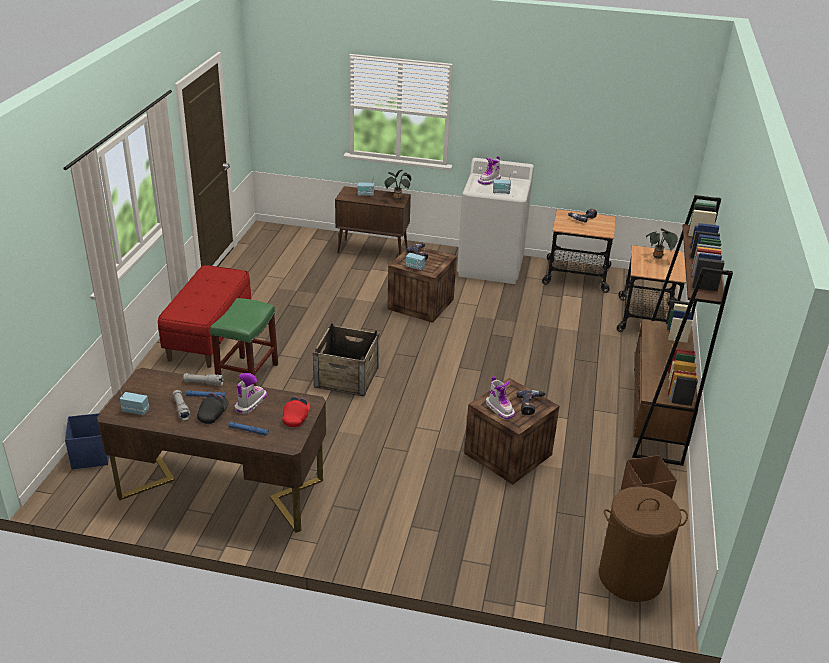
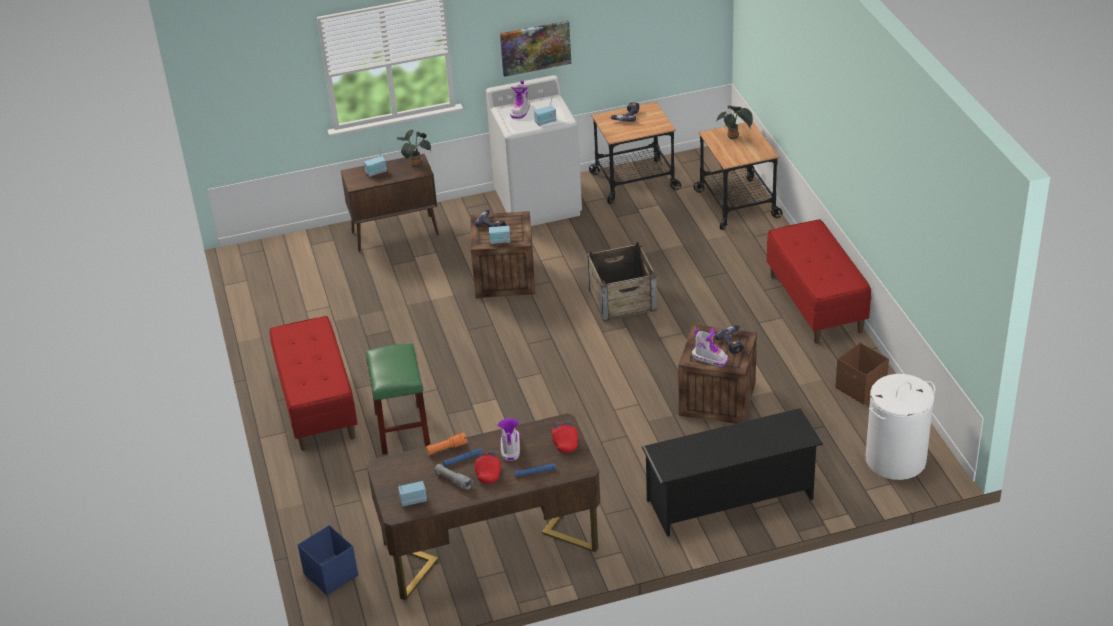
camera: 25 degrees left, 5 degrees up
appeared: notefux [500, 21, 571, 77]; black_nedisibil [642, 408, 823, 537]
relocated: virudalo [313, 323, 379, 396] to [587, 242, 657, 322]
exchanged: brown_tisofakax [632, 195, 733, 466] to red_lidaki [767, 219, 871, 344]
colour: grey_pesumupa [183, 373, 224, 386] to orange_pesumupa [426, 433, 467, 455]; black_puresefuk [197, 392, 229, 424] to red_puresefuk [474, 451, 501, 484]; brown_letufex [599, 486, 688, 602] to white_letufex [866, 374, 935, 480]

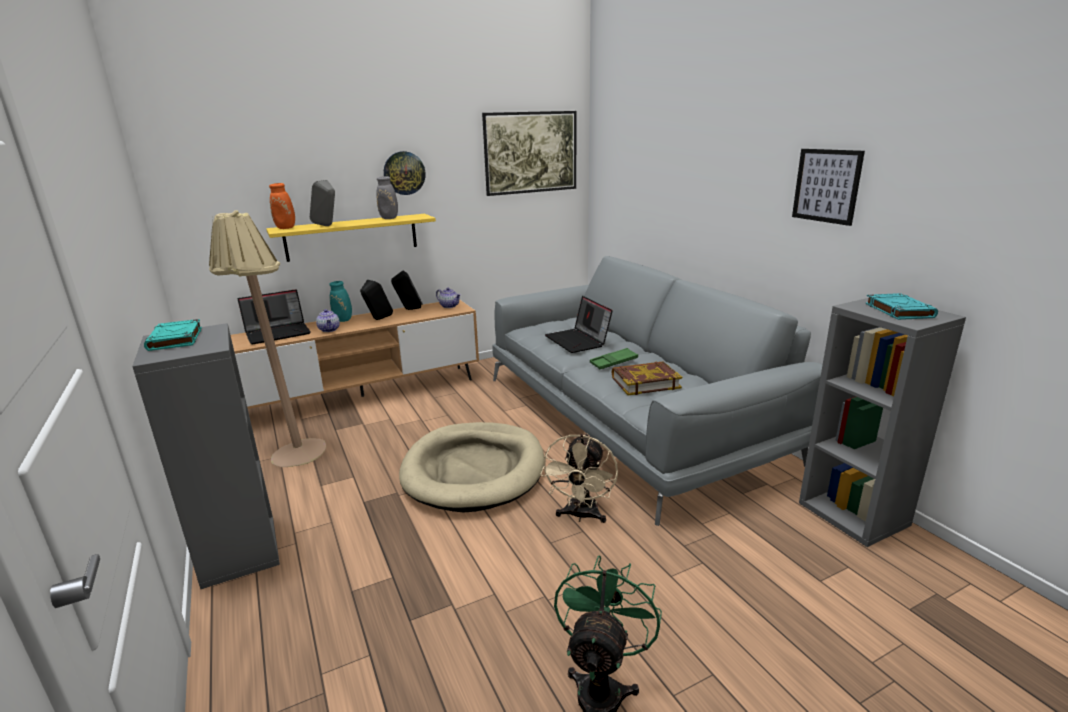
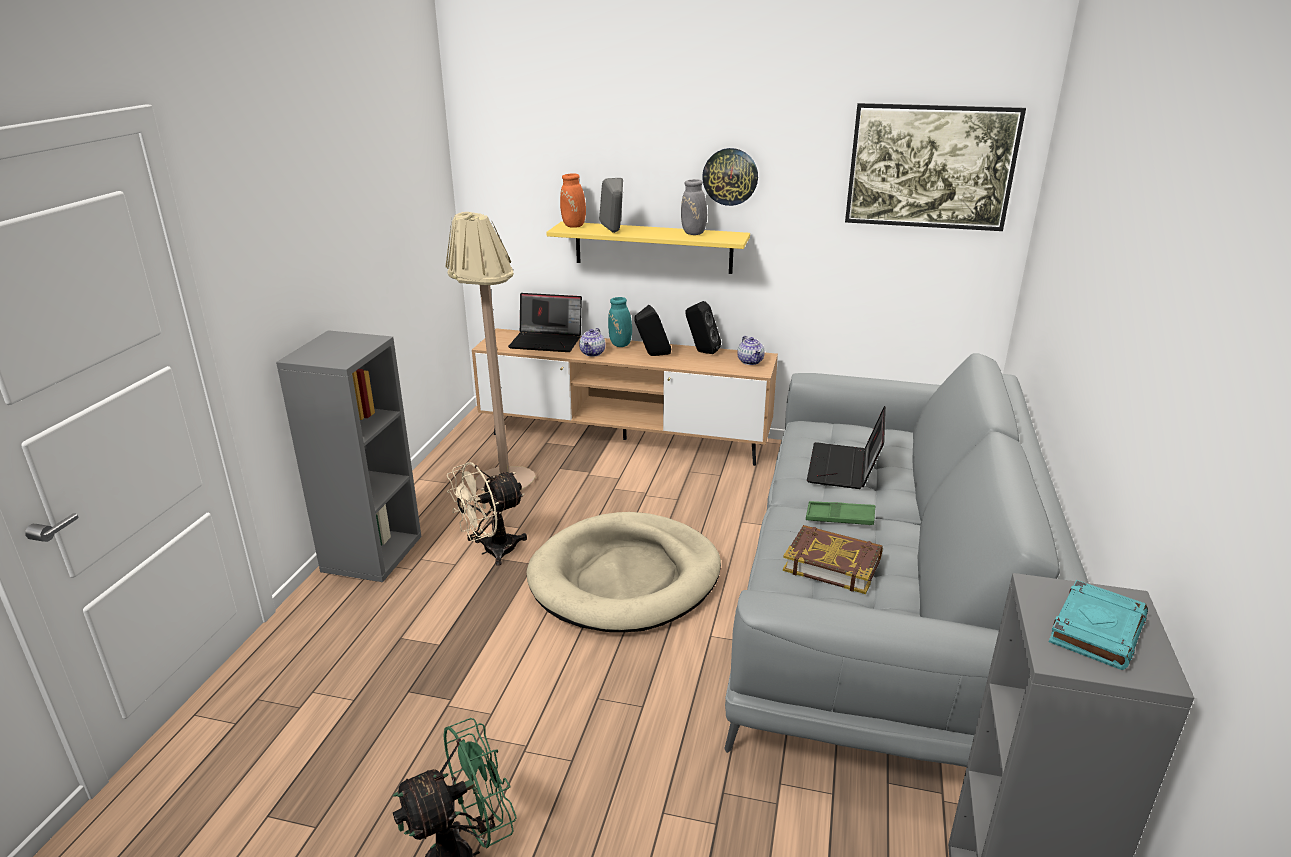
camera: 40 degrees right, 5 degrees up
missing: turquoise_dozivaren [144, 319, 202, 351]; notefux [792, 149, 865, 226]
relocated: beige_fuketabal [540, 434, 618, 523] to [447, 462, 527, 566]

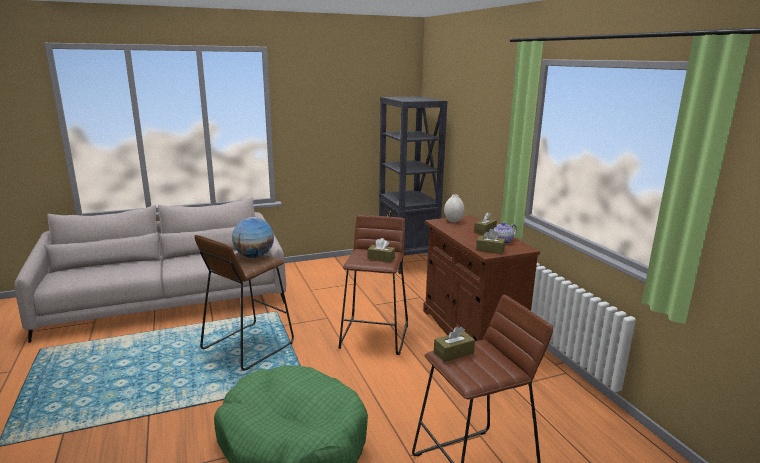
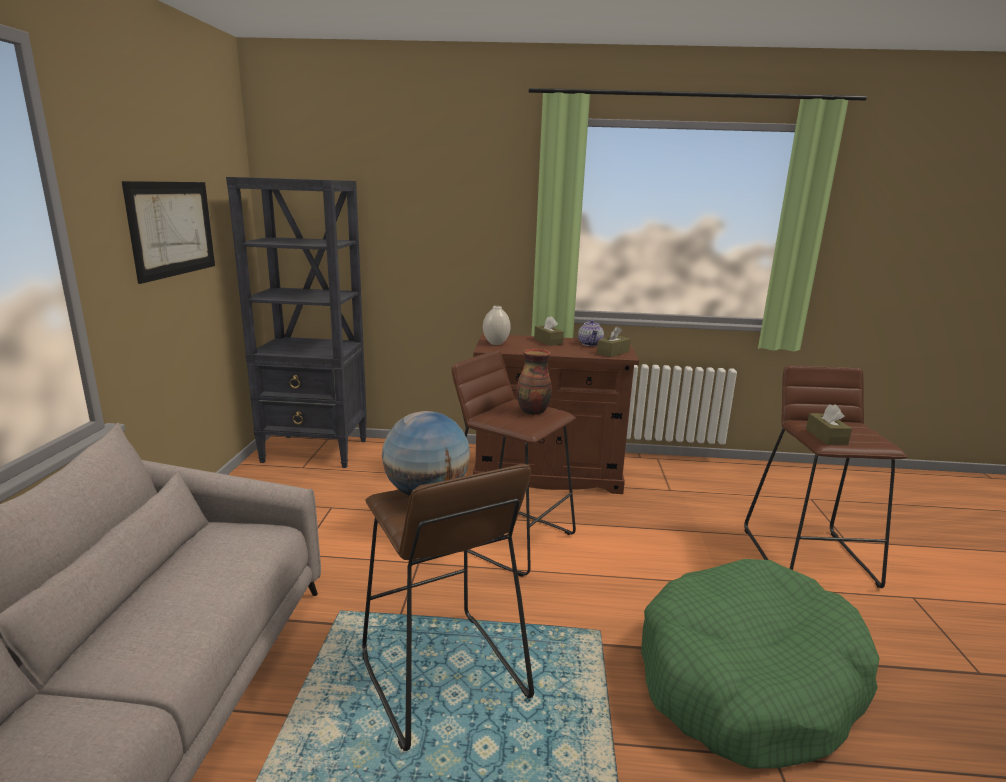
camera: 65 degrees left, 0 degrees up
appeared: notefux [122, 181, 215, 284]
exchanged: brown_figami [368, 238, 395, 262] to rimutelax [516, 349, 552, 415]

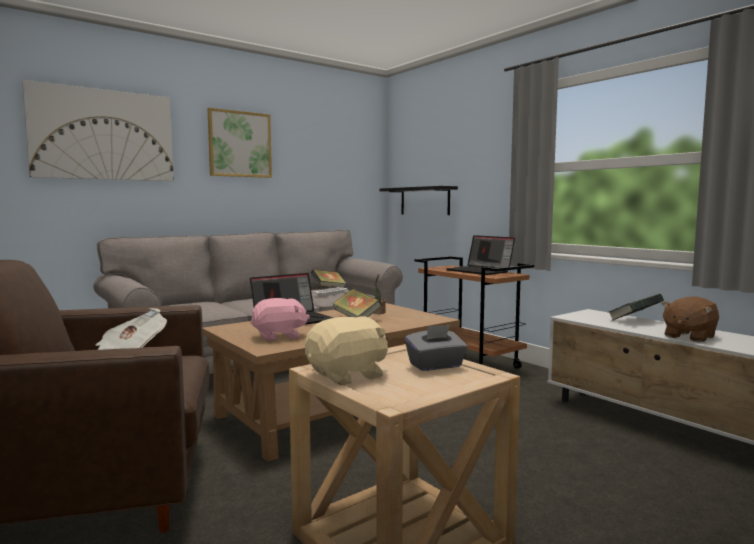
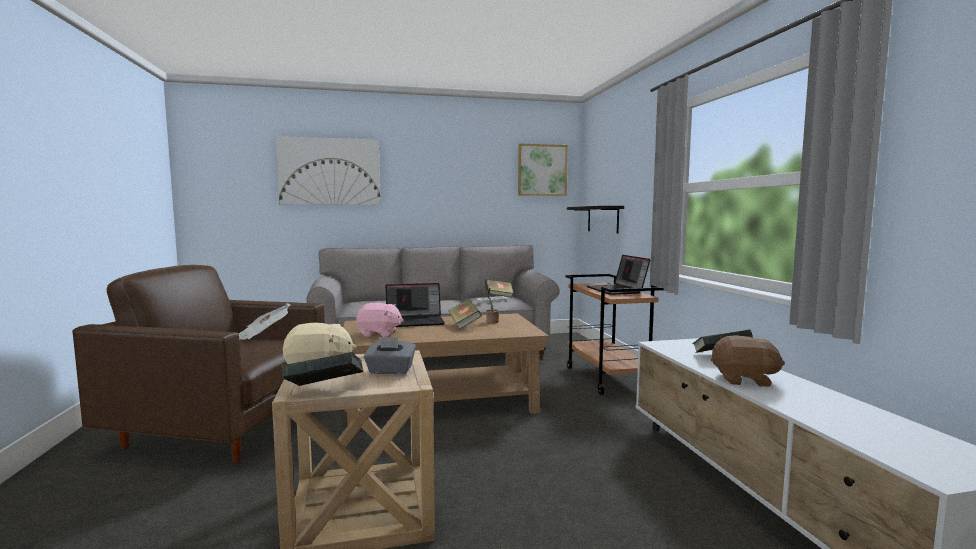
camera: 25 degrees right, 0 degrees up
appeared: dozivaren [282, 352, 364, 386]
relocated: notefux [207, 108, 272, 178] to [518, 143, 568, 196]
spun: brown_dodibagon [661, 296, 719, 342] = [711, 336, 785, 387] 150 degrees counterclockwise

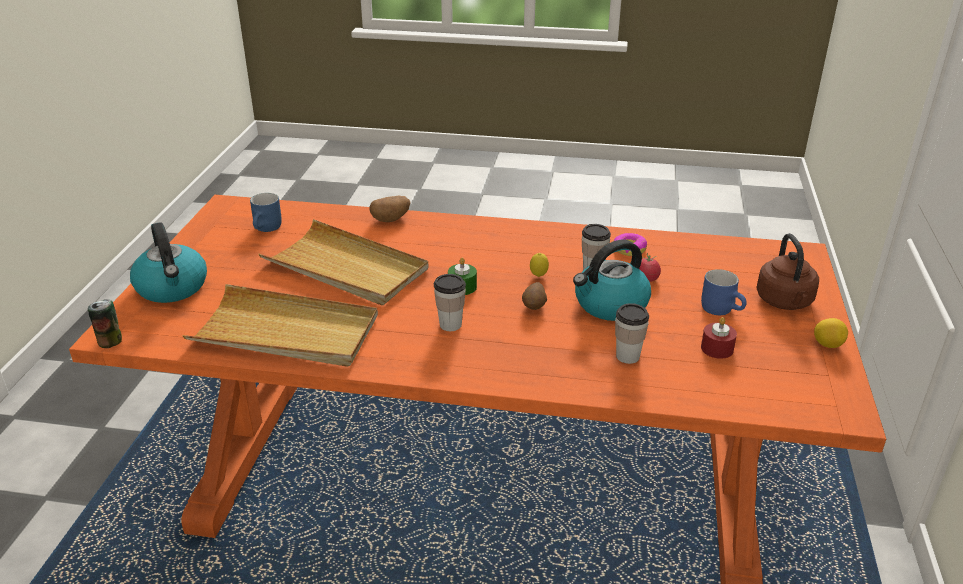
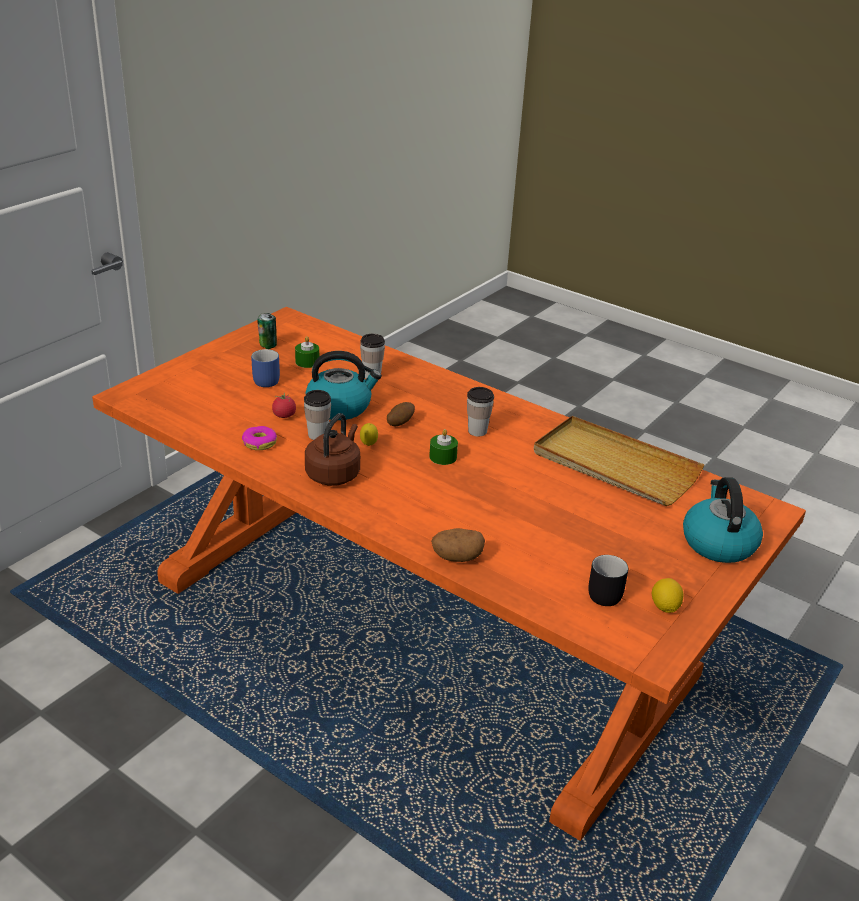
camera: 155 degrees left, 0 degrees up
missing: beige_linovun [258, 219, 429, 305]
relocated: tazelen [88, 299, 122, 348] to [257, 313, 277, 349]; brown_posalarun [756, 233, 819, 310] to [305, 413, 360, 486]; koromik [814, 318, 848, 348] to [652, 578, 683, 613]
colour: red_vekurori [701, 317, 737, 359] to green_vekurori [295, 336, 319, 368]; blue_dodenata [250, 193, 282, 232] to black_dodenata [588, 555, 628, 606]

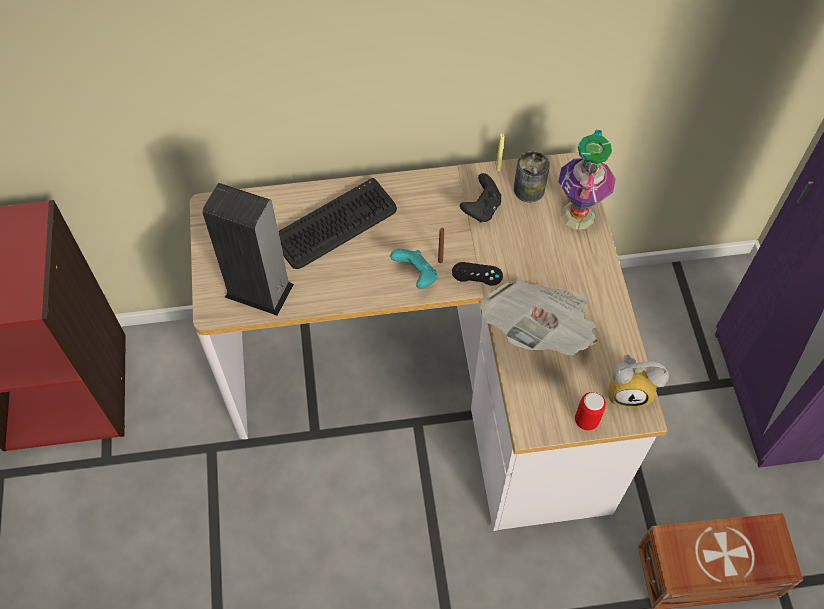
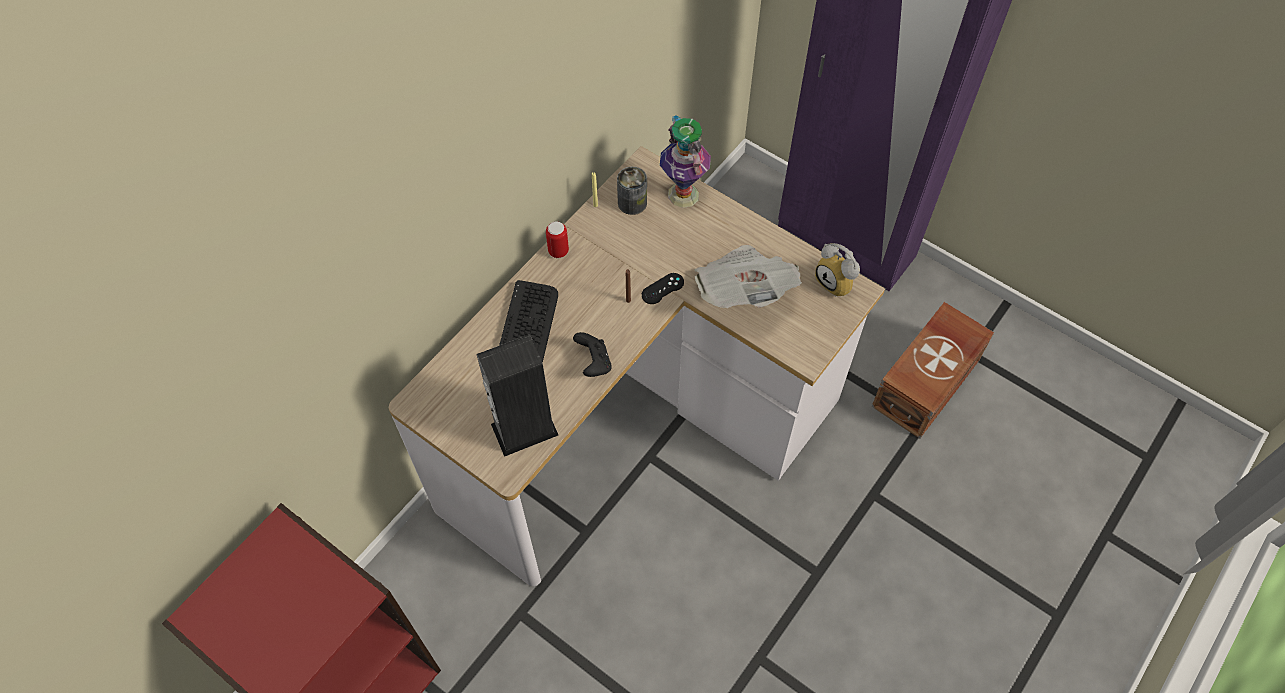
camera: 45 degrees left, 0 degrees up
missing: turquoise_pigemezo [390, 249, 438, 289]
relocated: tazelen [575, 392, 606, 430] to [546, 221, 569, 258]; black_pigemezo [460, 173, 501, 222] to [573, 332, 612, 377]
spun: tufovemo [608, 355, 669, 407] = [815, 243, 860, 297] 90 degrees clockwise

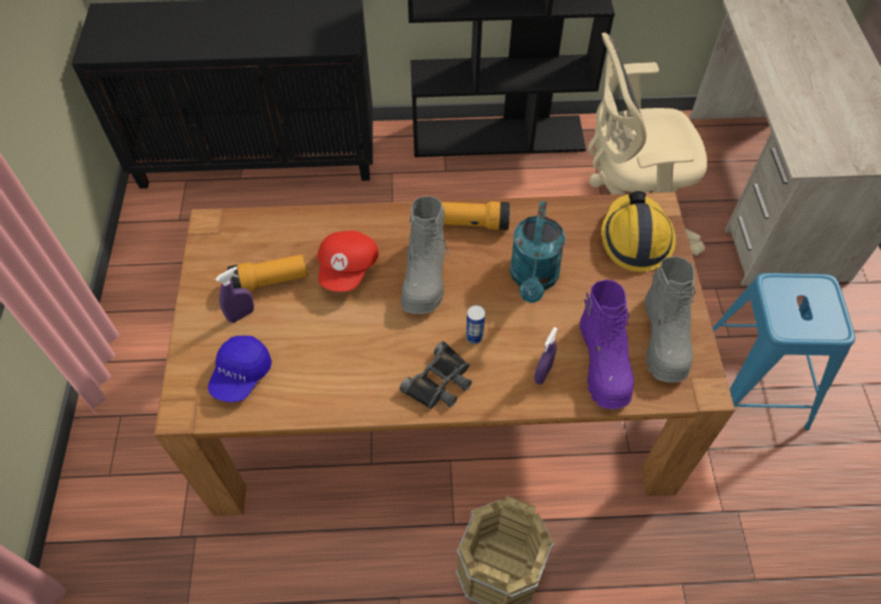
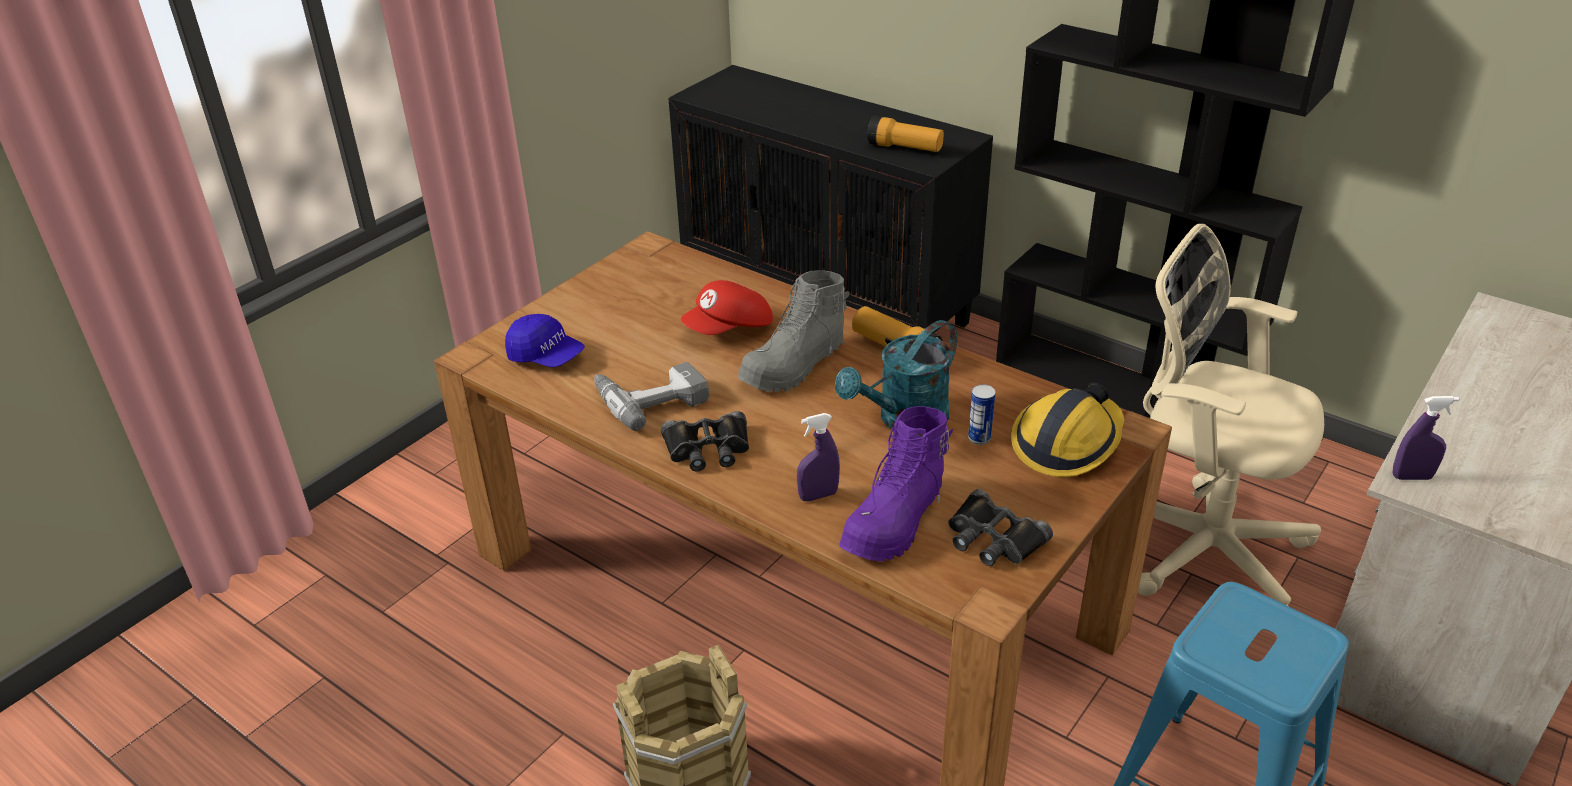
camera: 40 degrees right, 20 degrees down
appeared: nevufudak [594, 362, 709, 431]
relocated: pesumupa [227, 254, 308, 292] to [867, 116, 944, 152]; tazelen [466, 305, 485, 344] to [968, 384, 995, 445]; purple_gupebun [216, 267, 254, 323] to [1392, 396, 1459, 480]
exchanged: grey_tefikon [645, 256, 696, 383] to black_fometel [948, 489, 1053, 566]
spun: blue_puresefuk [208, 336, 272, 402] = [505, 314, 585, 367] 120 degrees counterclockwise

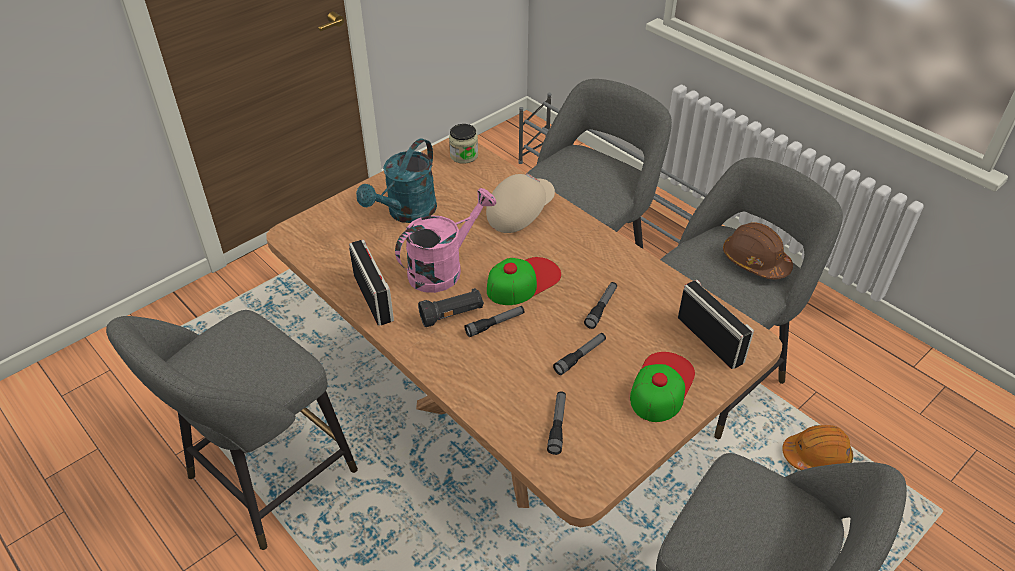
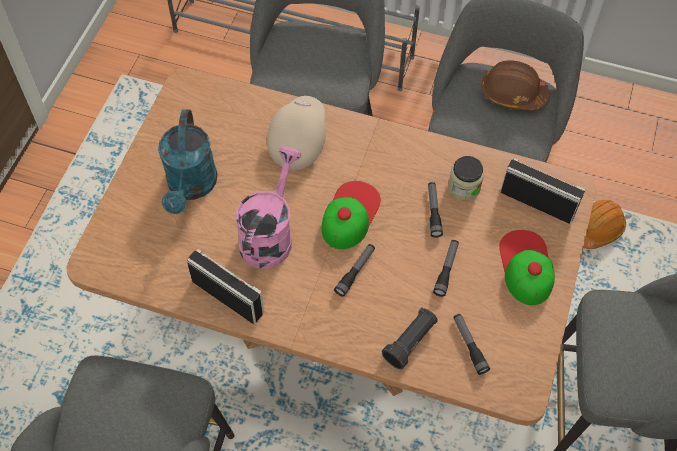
camera: 30 degrees left, 15 degrees up
relocated: black_pesumupa [418, 288, 484, 327] to [382, 307, 438, 369]; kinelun [449, 124, 478, 164] to [448, 156, 484, 200]

